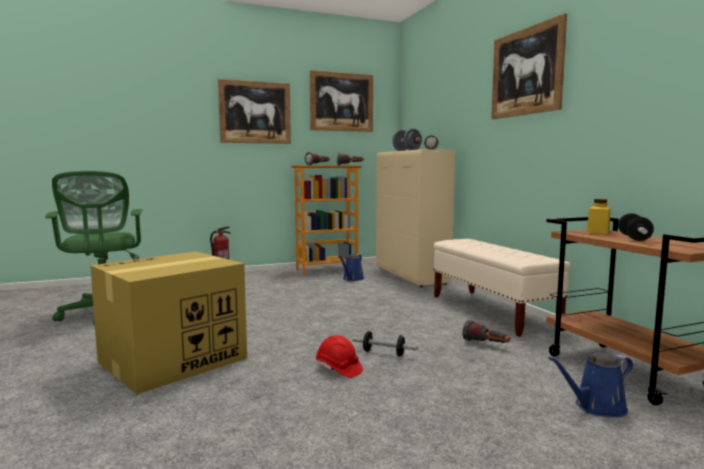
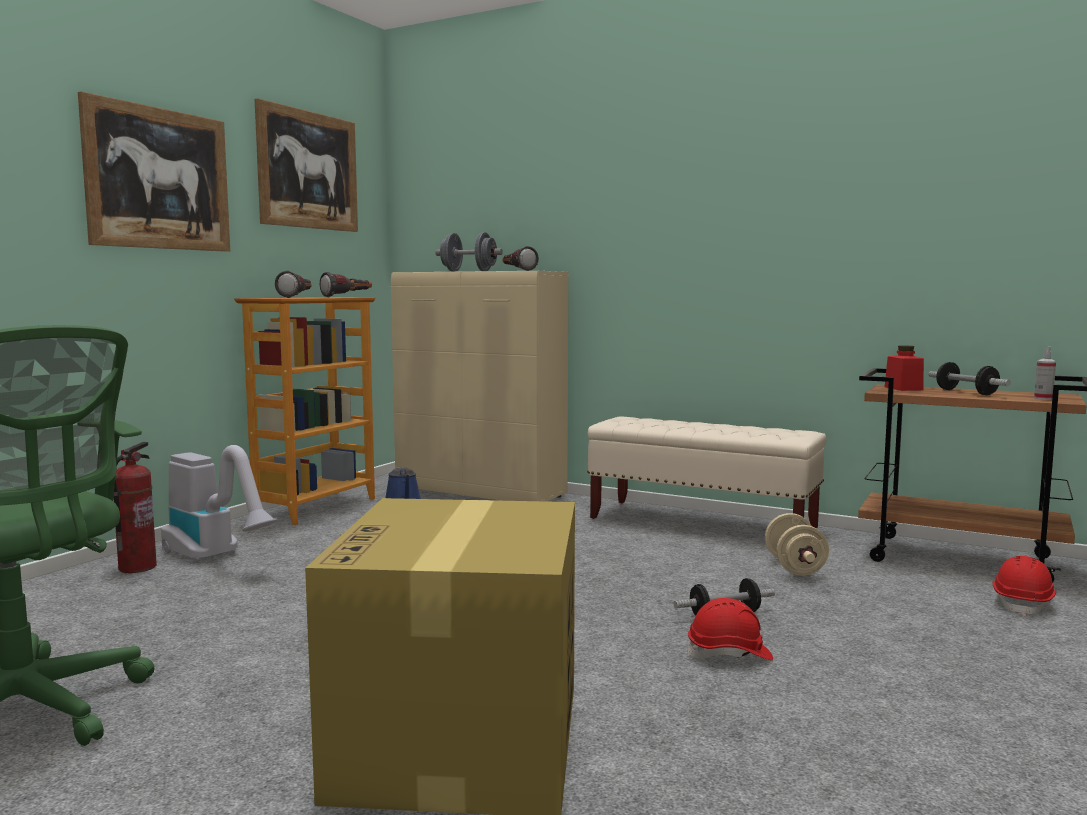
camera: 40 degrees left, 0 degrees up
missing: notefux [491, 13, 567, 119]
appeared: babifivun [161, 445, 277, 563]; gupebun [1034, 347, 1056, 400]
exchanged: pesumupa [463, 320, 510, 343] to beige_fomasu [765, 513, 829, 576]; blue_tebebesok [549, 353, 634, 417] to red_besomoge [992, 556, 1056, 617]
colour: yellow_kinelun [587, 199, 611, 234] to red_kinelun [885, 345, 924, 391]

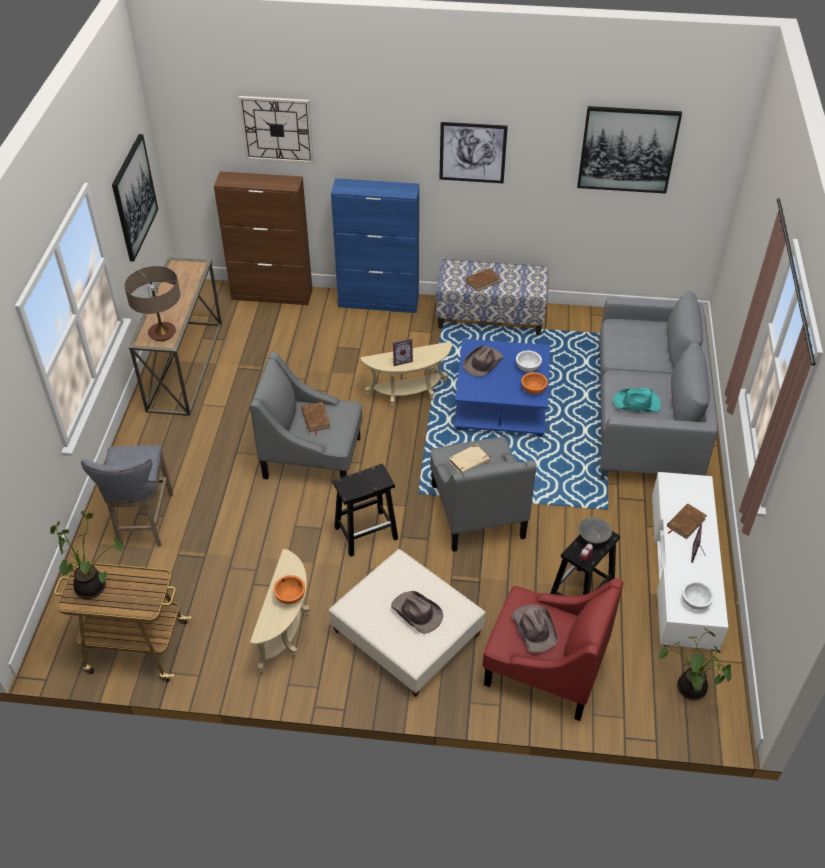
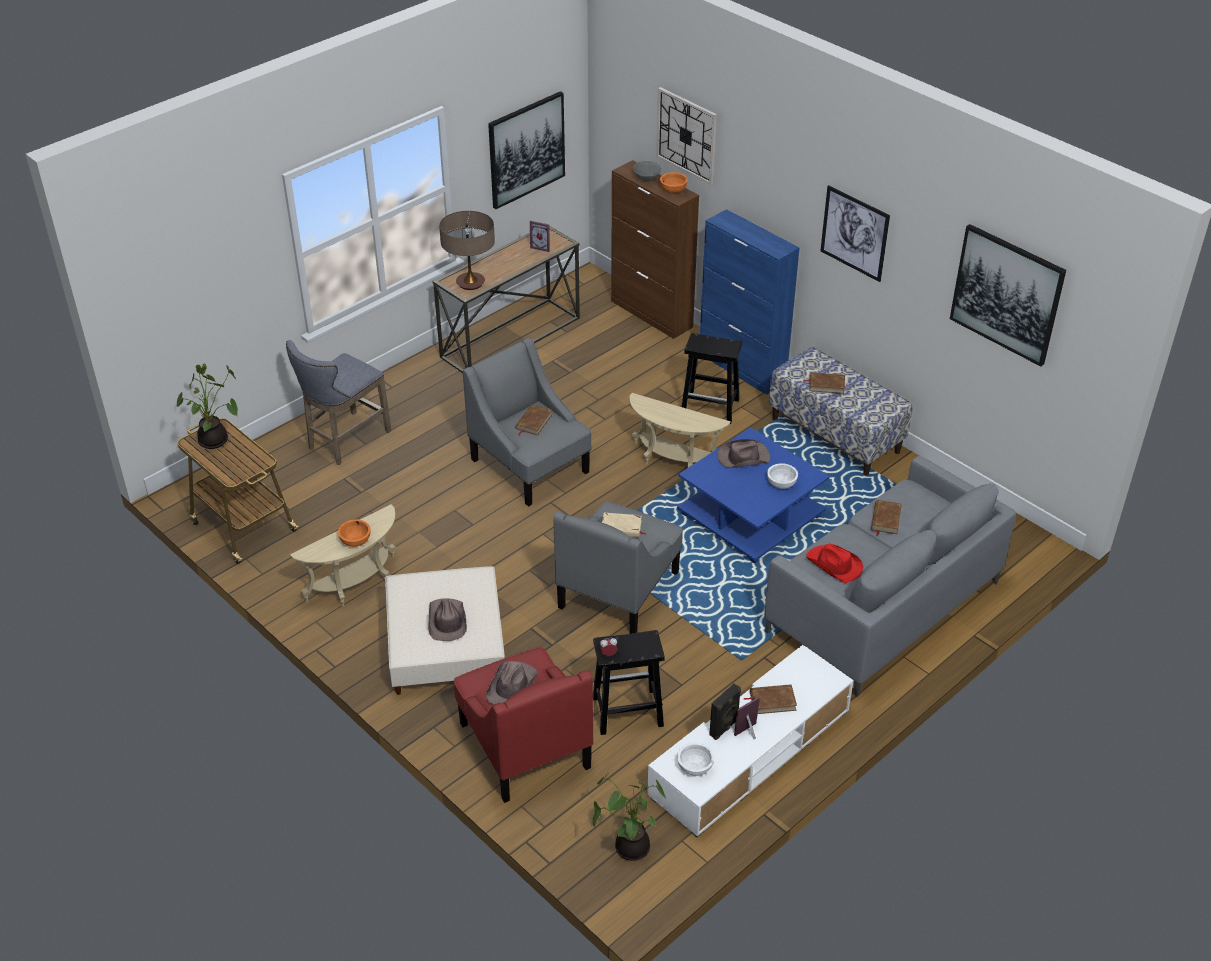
camera: 40 degrees right, 5 degrees down
appeared: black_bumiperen [709, 684, 741, 740]; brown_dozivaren [871, 500, 902, 536]
relocated: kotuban [393, 338, 413, 366] to [530, 221, 550, 252]; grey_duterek [578, 517, 612, 544] to [633, 161, 662, 182]; orange_duterek [521, 372, 548, 394] to [660, 172, 688, 193]; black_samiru [333, 464, 398, 557] to [682, 333, 742, 424]
colour: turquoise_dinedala [613, 388, 661, 412] to red_dinedala [806, 544, 863, 583]

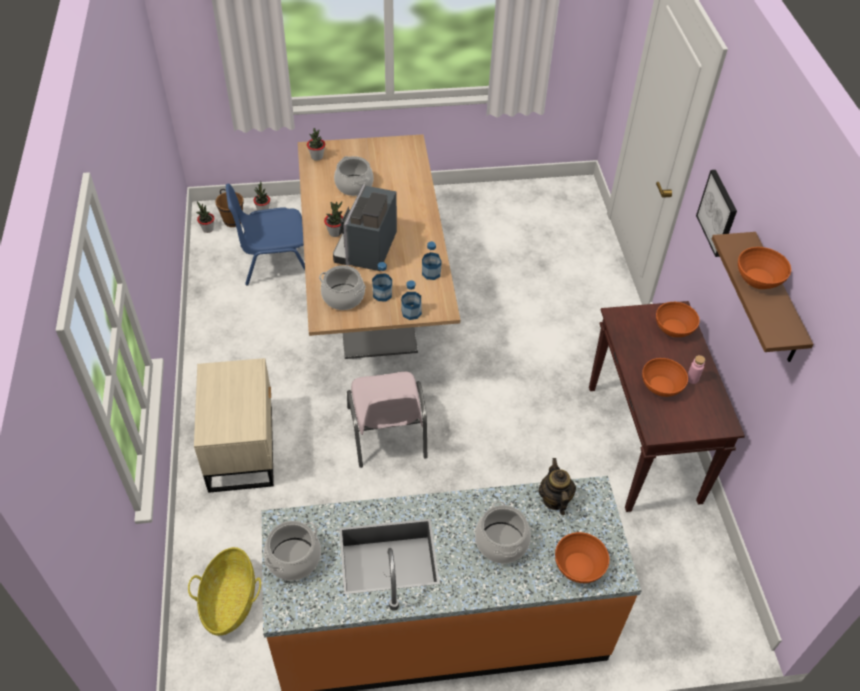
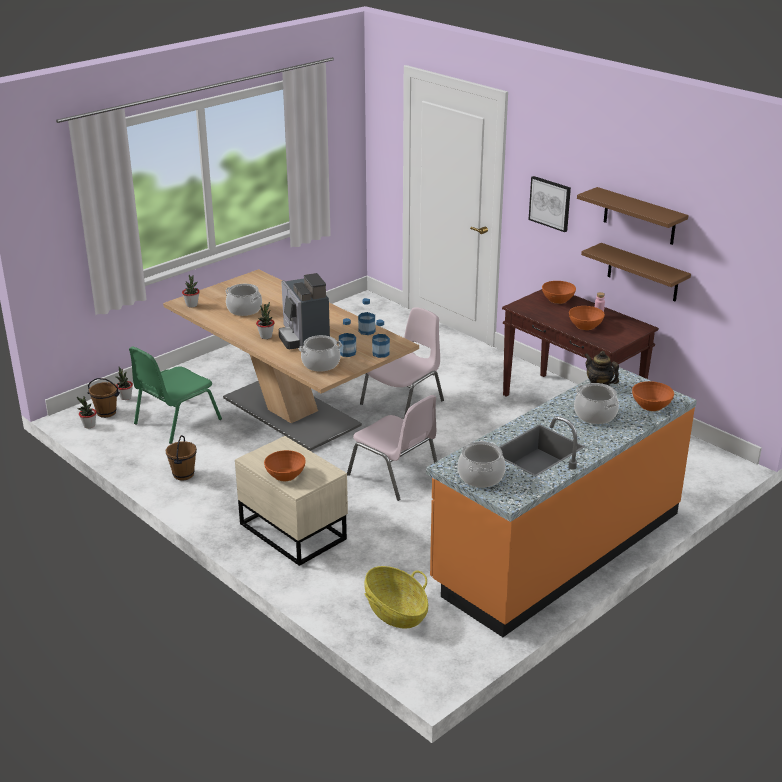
camera: 35 degrees left, 20 degrees down
appeared: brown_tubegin [166, 435, 197, 480]; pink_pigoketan [360, 307, 444, 418]; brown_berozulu [581, 243, 691, 302]
relocated: orange_duterek [738, 247, 791, 289] to [264, 450, 306, 481]
colour: blue_pigoketan [226, 183, 305, 286] to green_pigoketan [129, 347, 222, 444]

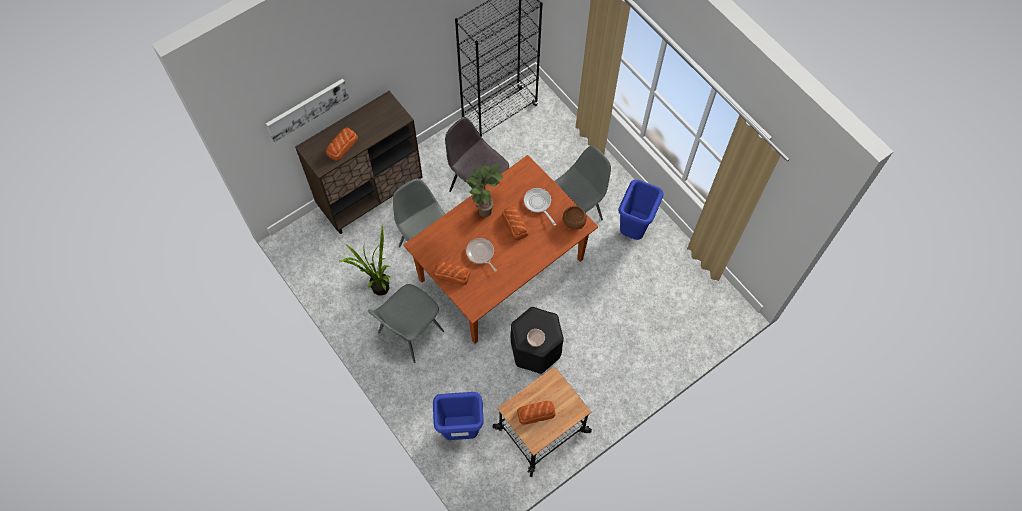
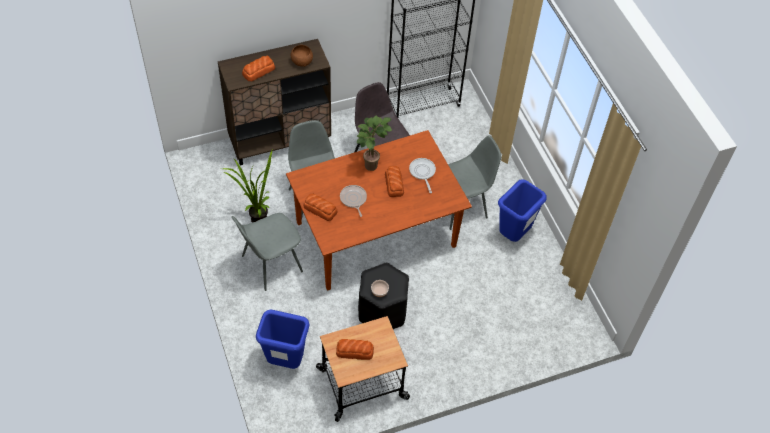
camera: 15 degrees right, 10 degrees down
missing: notefux [266, 79, 349, 142]
relocated: brown_duterek [563, 206, 587, 230] to [291, 45, 313, 67]

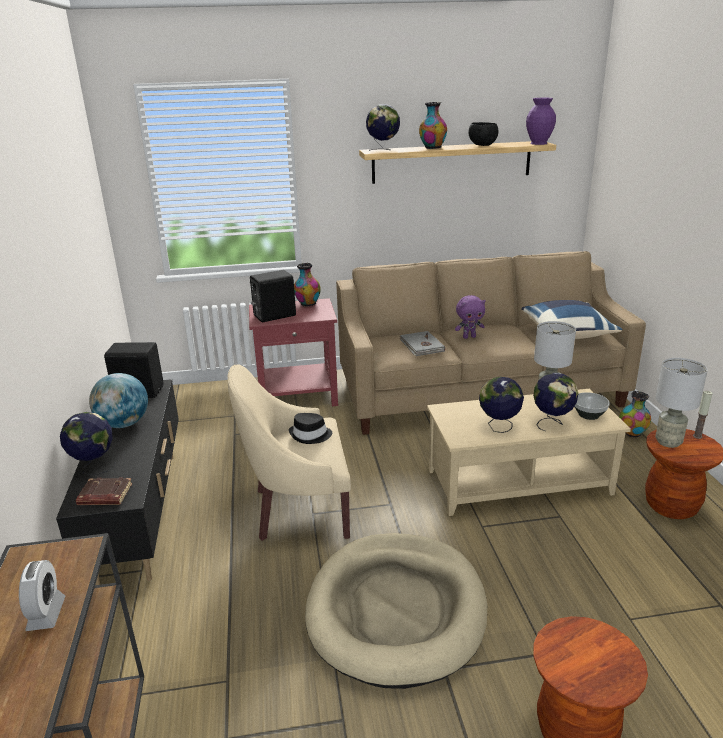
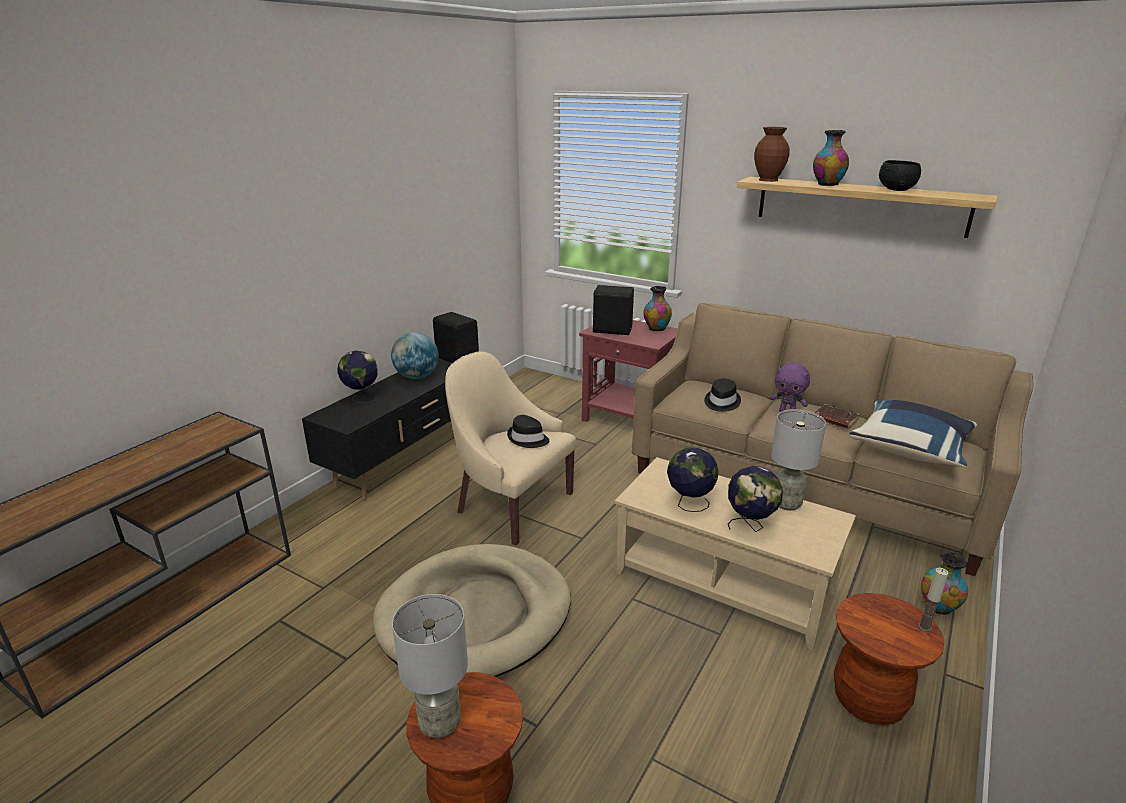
camera: 40 degrees right, 0 degrees up
missing: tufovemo [19, 560, 65, 631]; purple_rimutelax [526, 98, 556, 145]; duterek [574, 392, 610, 420]
relocated: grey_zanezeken [655, 358, 708, 448] to [392, 594, 468, 738]; brown_dozivaren [76, 477, 132, 505] to [815, 404, 860, 429]
exchanged: grey_dozivaren [400, 331, 445, 356] to black_dinedala [704, 379, 741, 412]; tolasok [366, 104, 400, 151] to brown_rimutelax [754, 127, 790, 182]

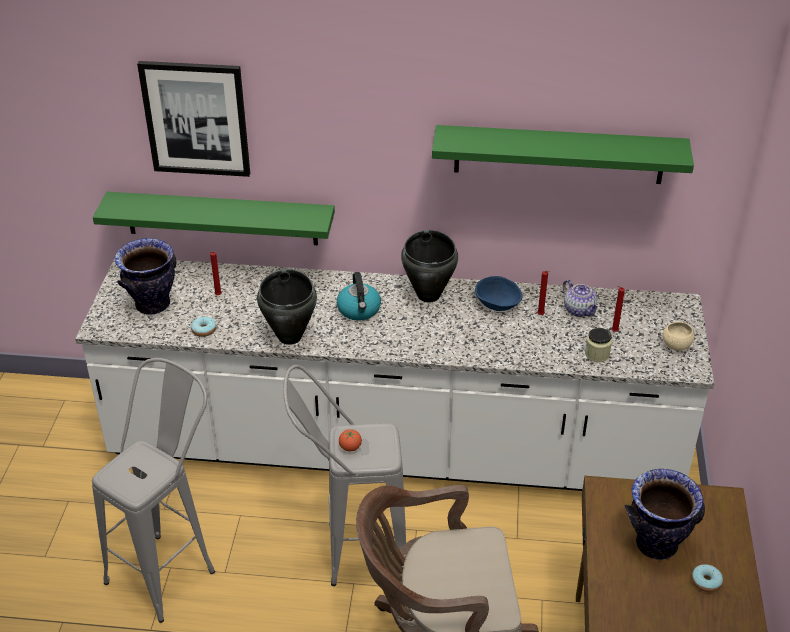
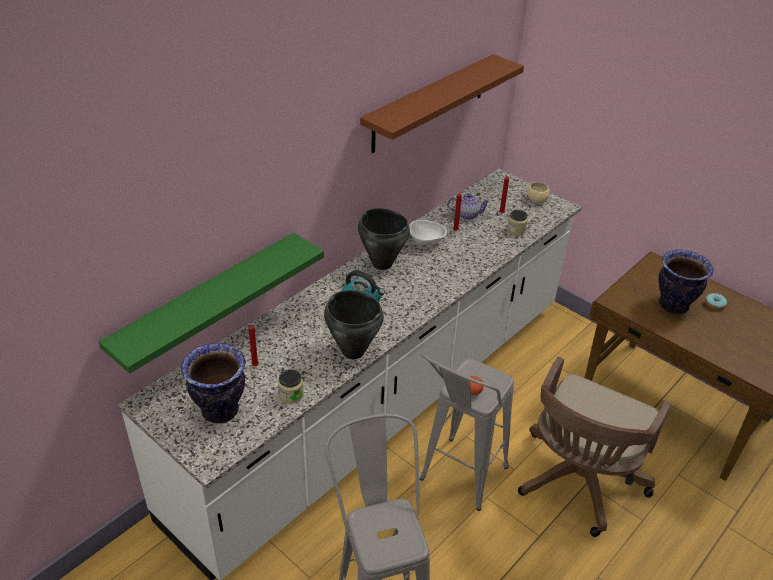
camera: 55 degrees left, 0 degrees up
missing: notefux [137, 61, 250, 177]
exchanged: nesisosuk [191, 316, 216, 337] to kinelun [278, 370, 304, 404]
colour: green_berozulu [432, 125, 694, 184] to brown_berozulu [360, 54, 524, 153]; blue_duterek [475, 276, 522, 311] to white_duterek [409, 220, 447, 246]

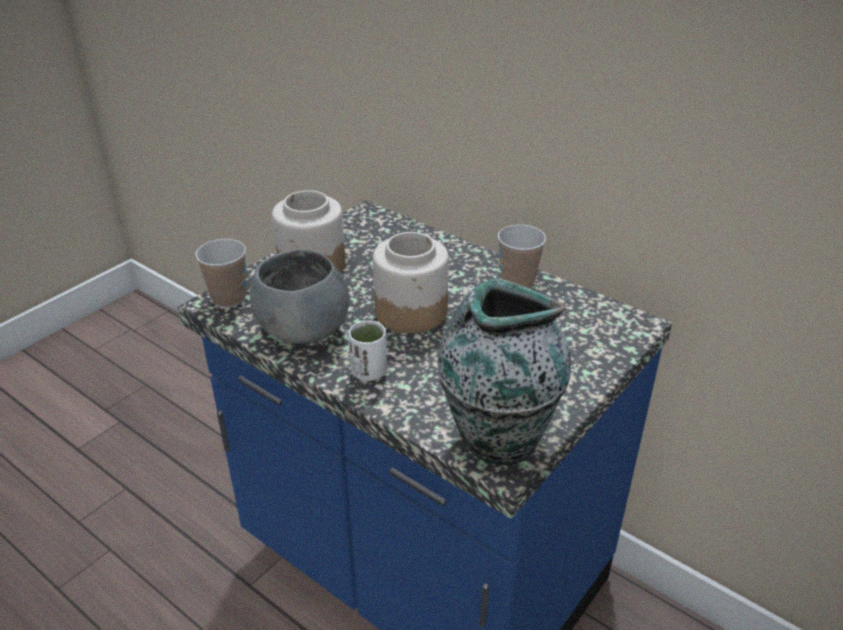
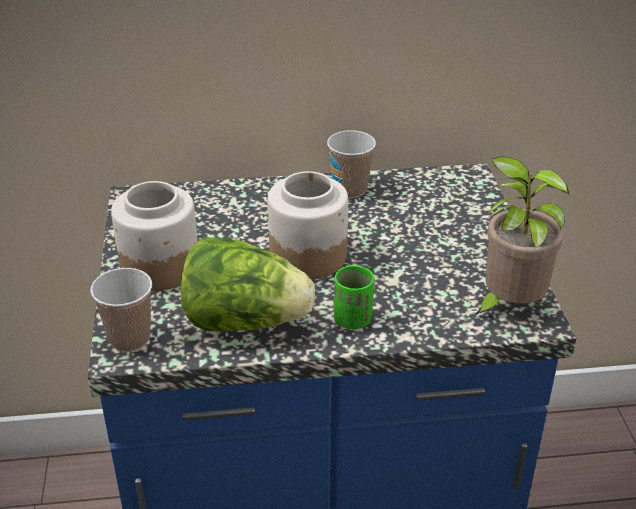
camera: 45 degrees left, 0 degrees up
exchanged: grey_duterek [250, 249, 349, 344] to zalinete [181, 237, 315, 332]; rimutelax [437, 278, 571, 465] to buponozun [474, 156, 569, 316]
colour: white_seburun [349, 320, 387, 381] to green_seburun [334, 265, 374, 329]

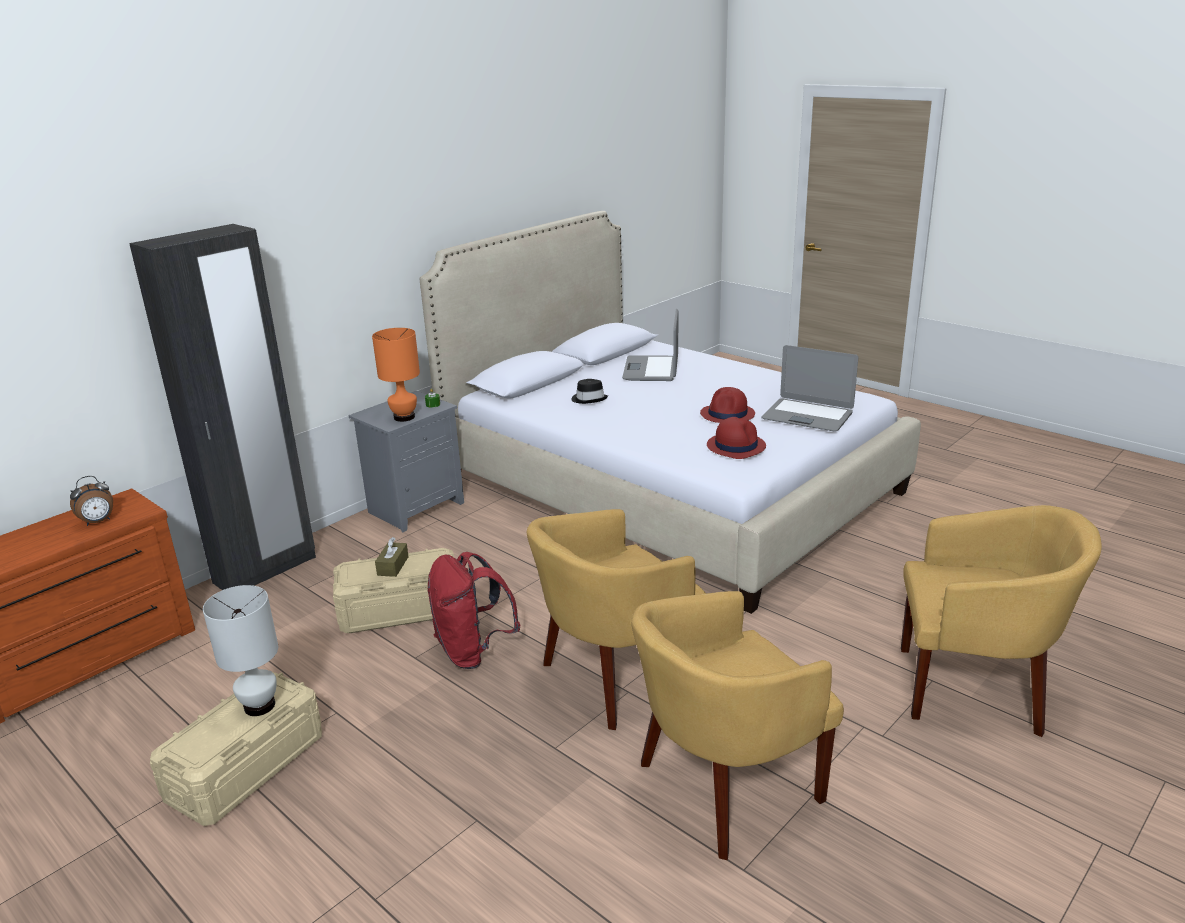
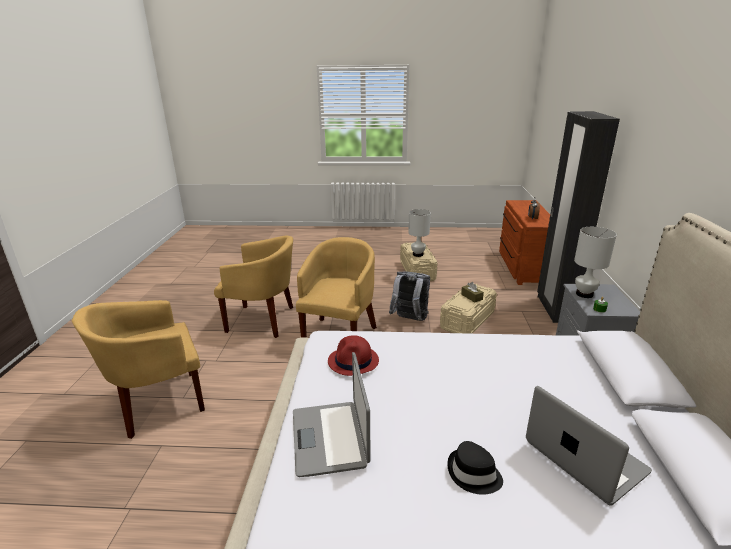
camera: 140 degrees right, 0 degrees up
missing: red_dinedala [700, 387, 755, 423]
relocated: black_dinedala [571, 379, 608, 404] to [447, 441, 503, 495]
colour: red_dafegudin [427, 552, 520, 669] to grey_dafegudin [389, 272, 430, 321]; orange_zanezeken [372, 328, 420, 422] to white_zanezeken [574, 227, 617, 298]
spun: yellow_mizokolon [631, 591, 844, 860] = [214, 236, 293, 338] 75 degrees clockwise; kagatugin [762, 345, 858, 432] = [293, 352, 371, 477] 90 degrees counterclockwise

